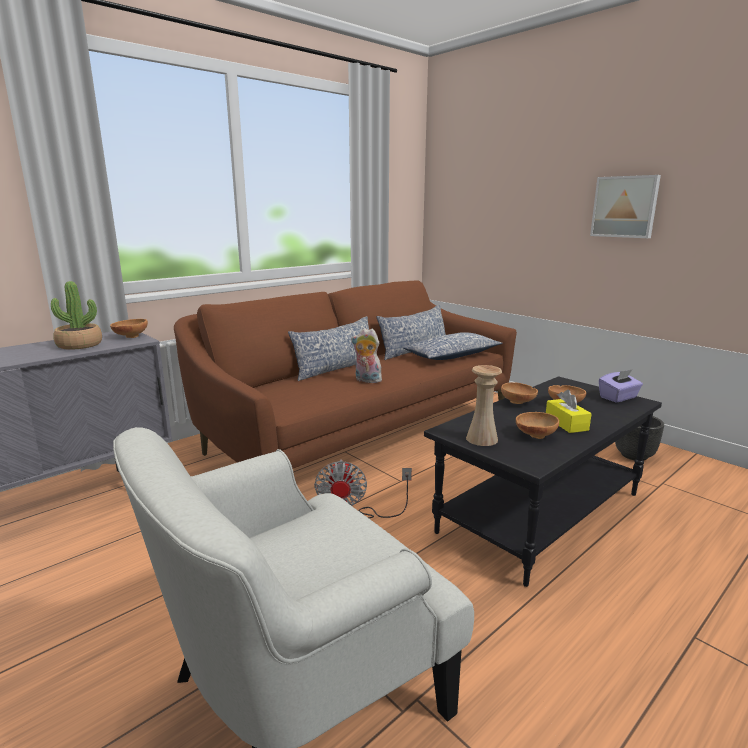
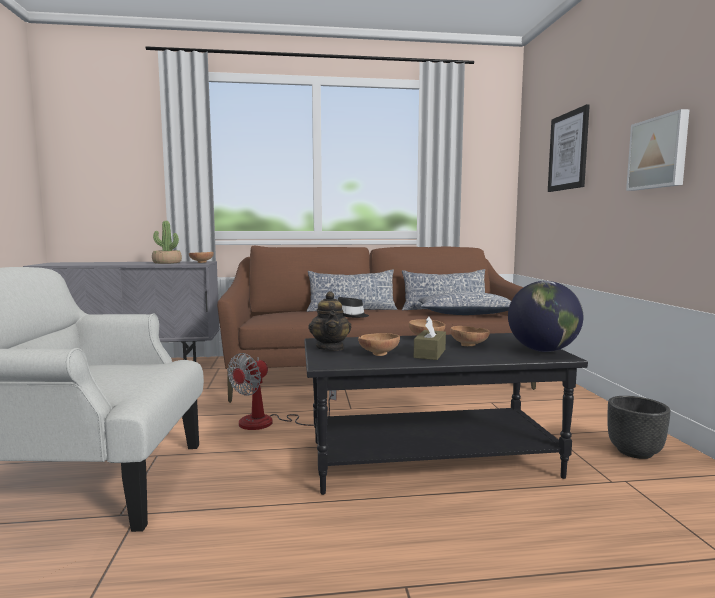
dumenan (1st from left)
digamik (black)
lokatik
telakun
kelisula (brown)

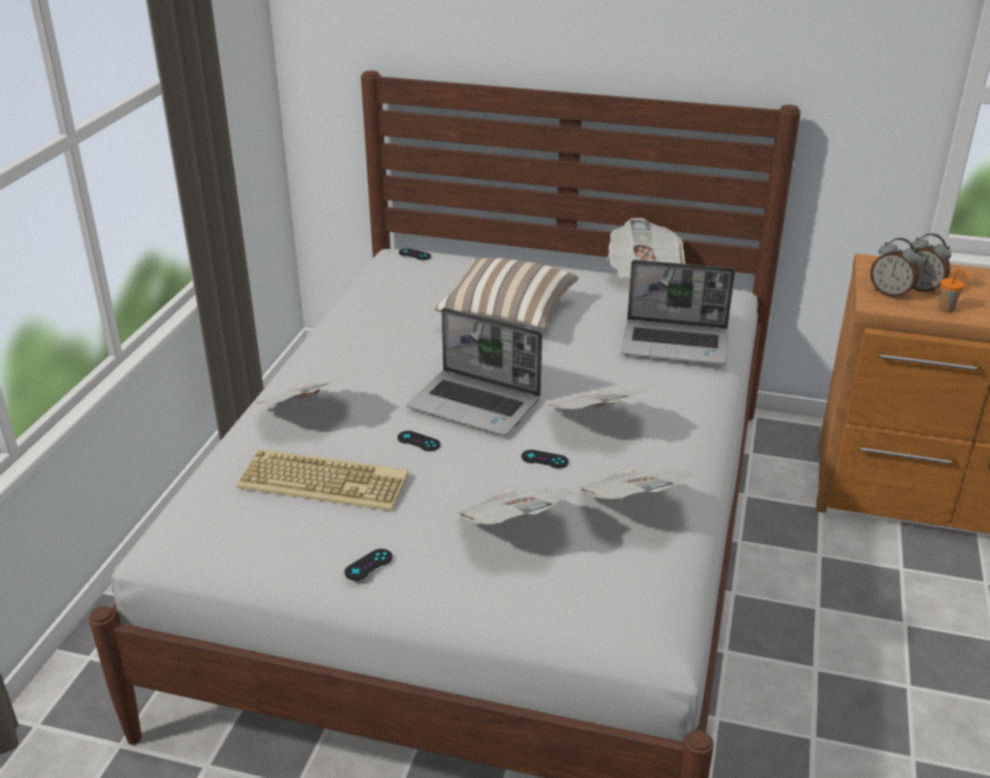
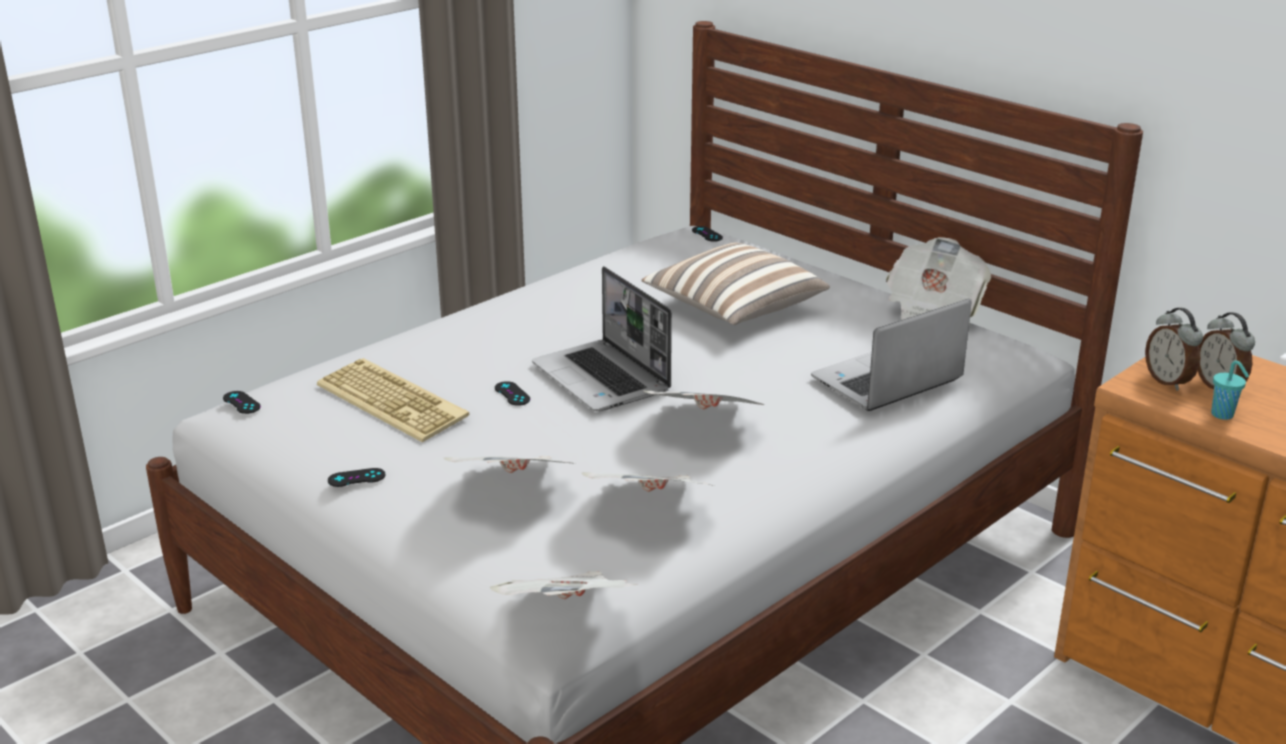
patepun (2nd from left)
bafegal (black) (1st from left)
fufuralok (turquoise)
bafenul (2nd from left)

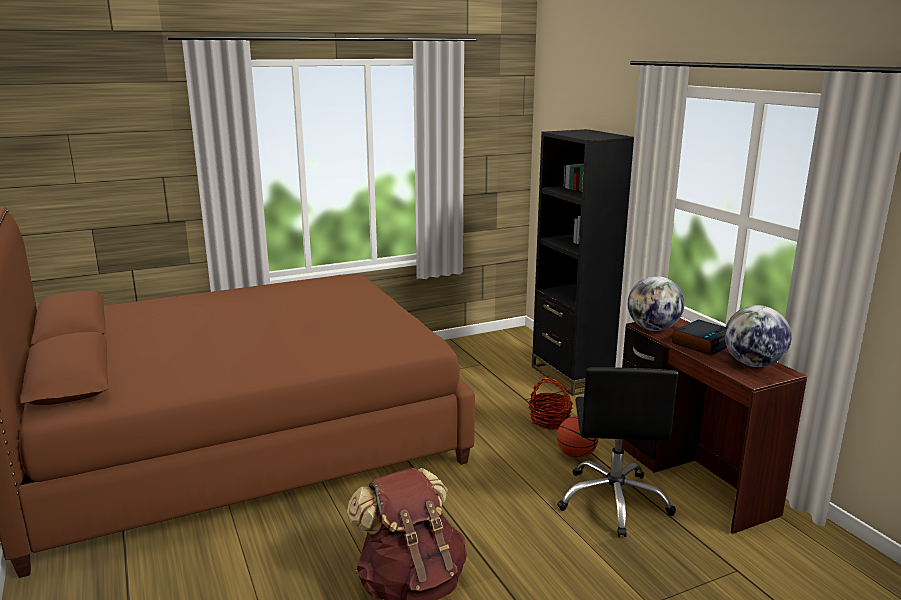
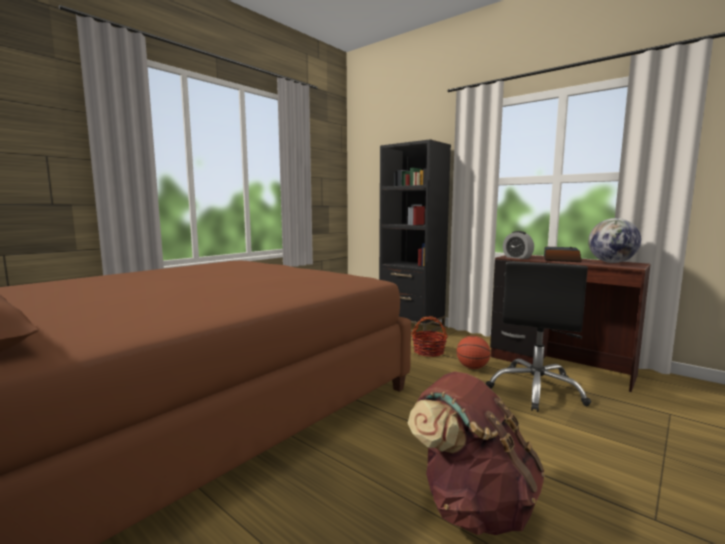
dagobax (1st from left)
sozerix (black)

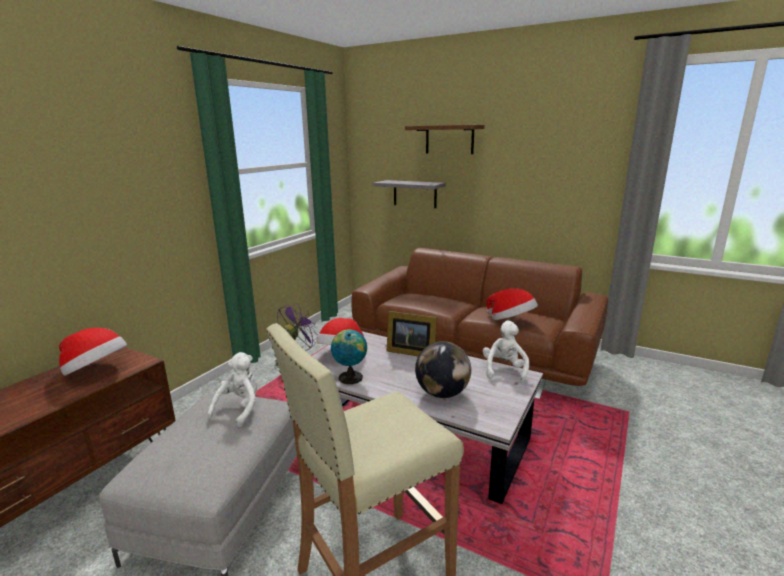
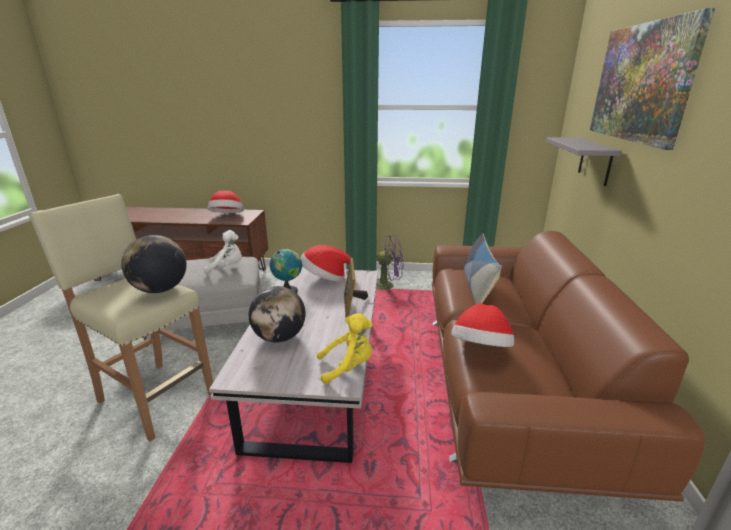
telakun (1st from left)
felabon
dumenan
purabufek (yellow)

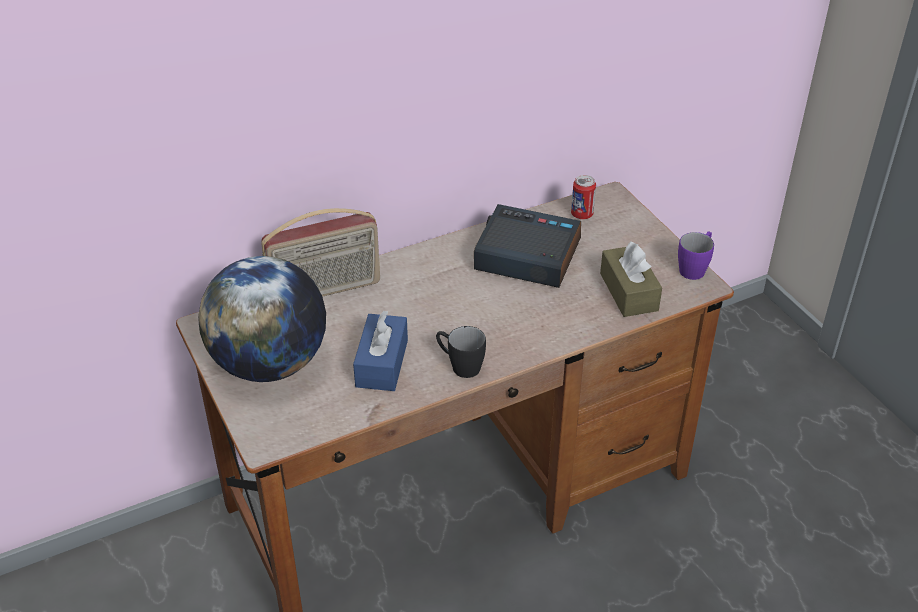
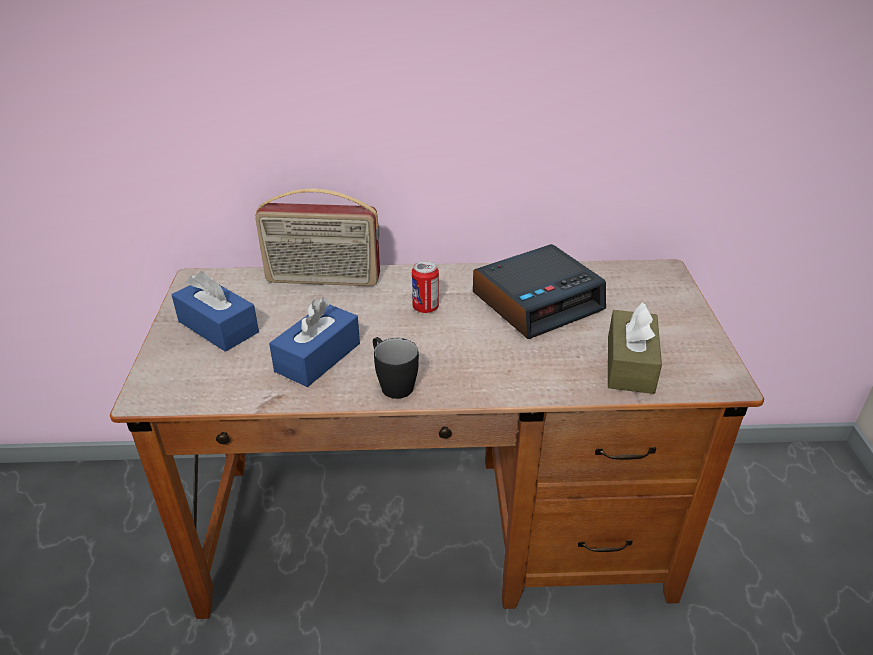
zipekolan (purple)
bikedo
kelisula (blue) (1st from left)
dagobax

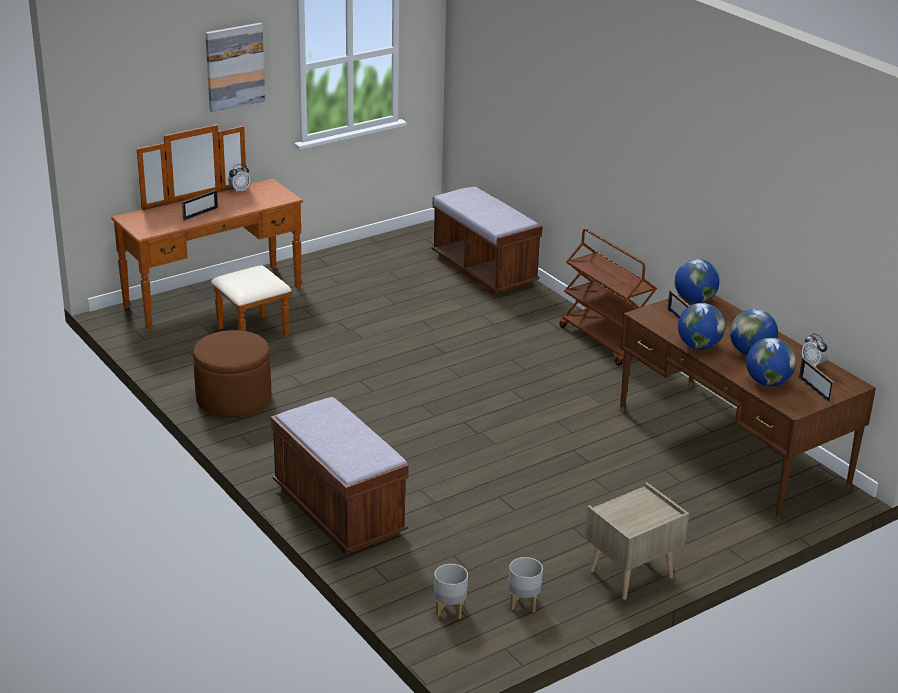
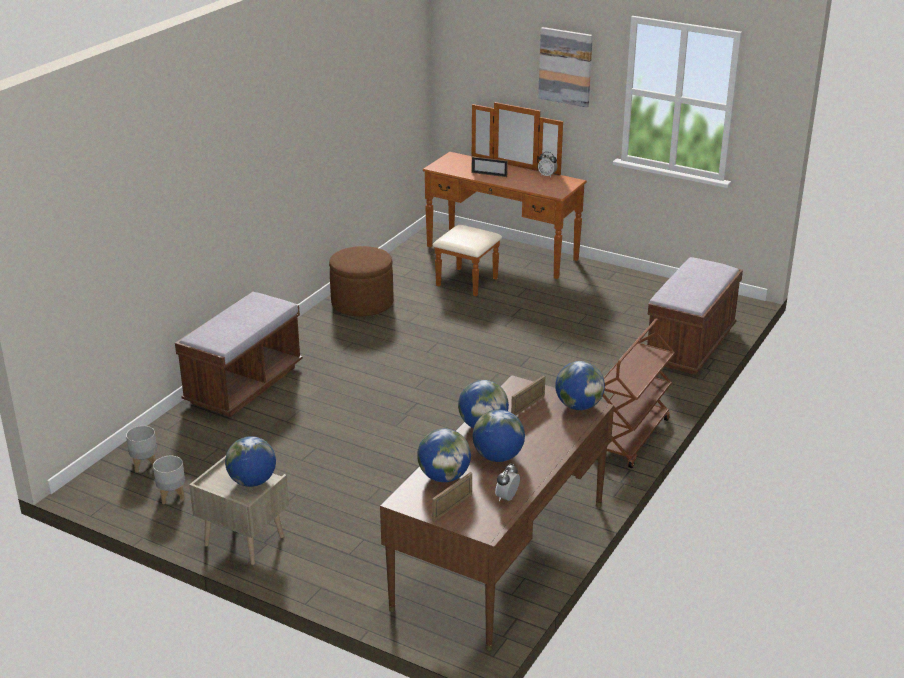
telakun (1st from left)

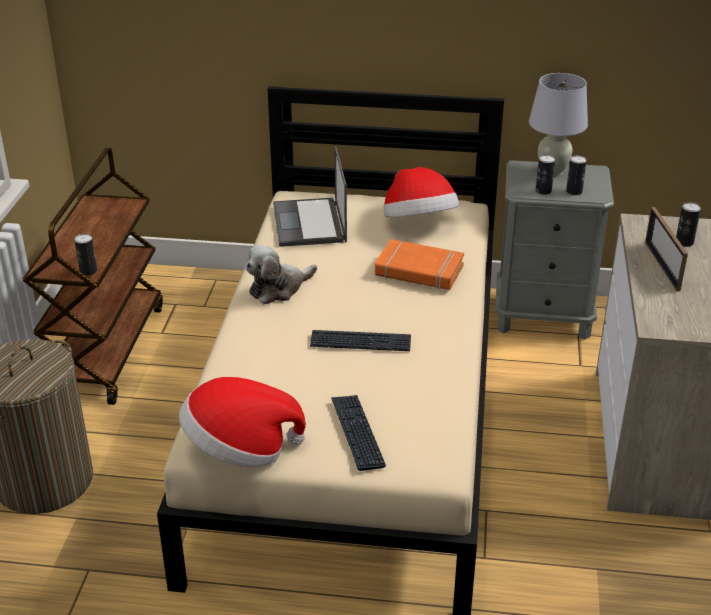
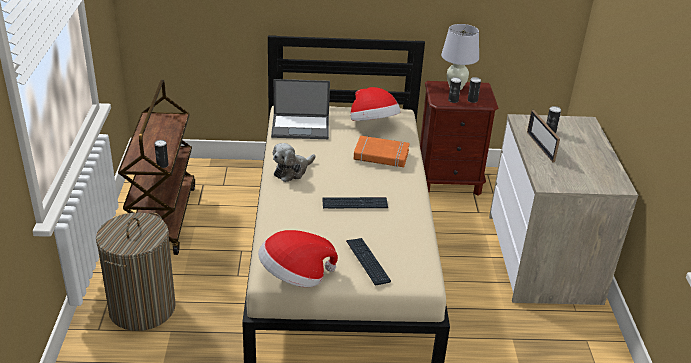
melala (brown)
bafenul

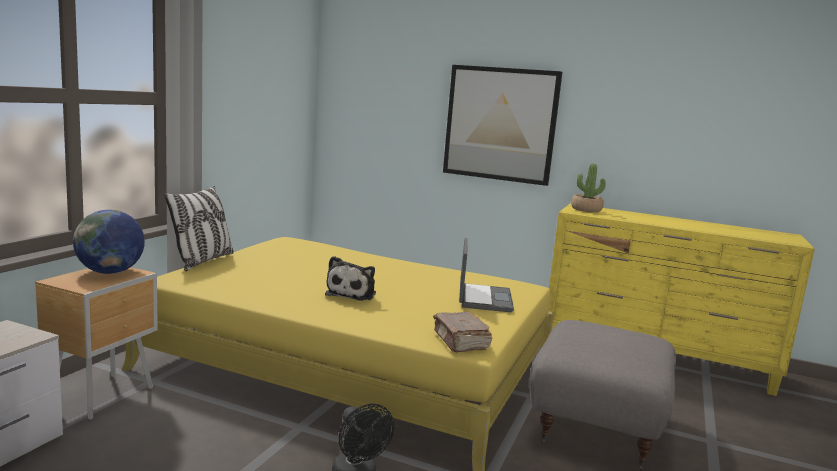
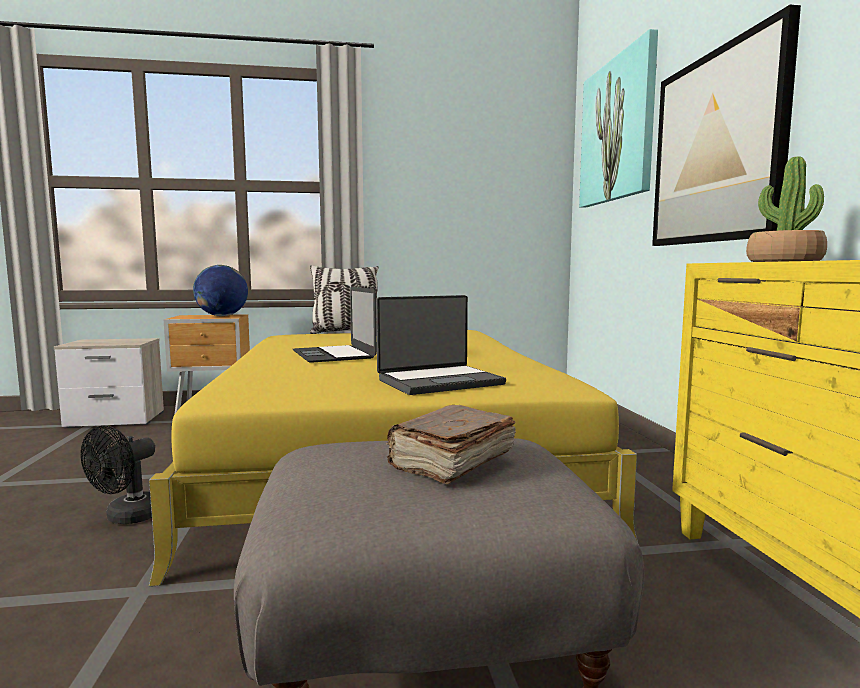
dumenan (1st from left)
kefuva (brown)
bafenul (1st from left)

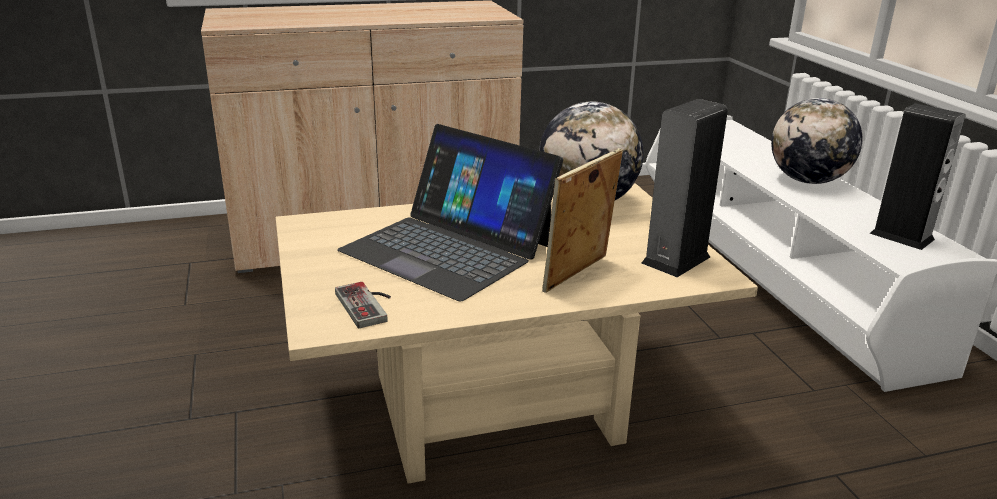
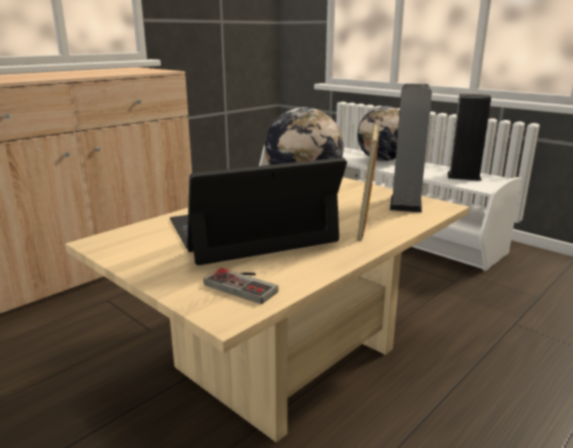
bafenul

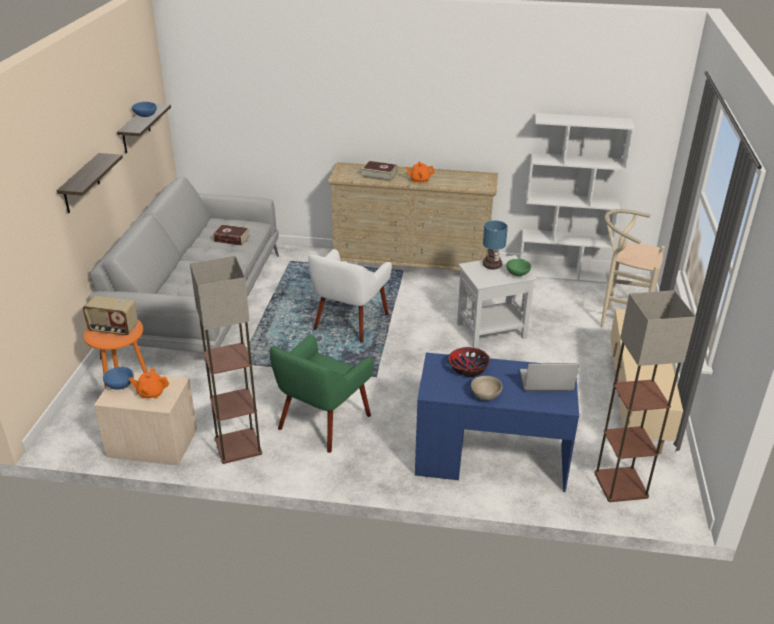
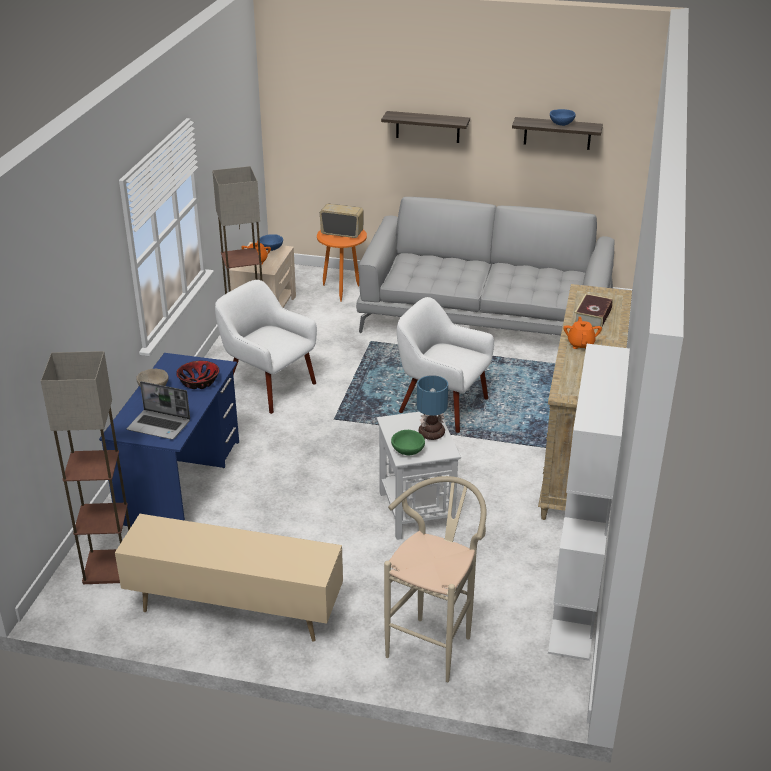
kefuva (1st from left in the first image)
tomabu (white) (1st from left)
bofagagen
bafenul

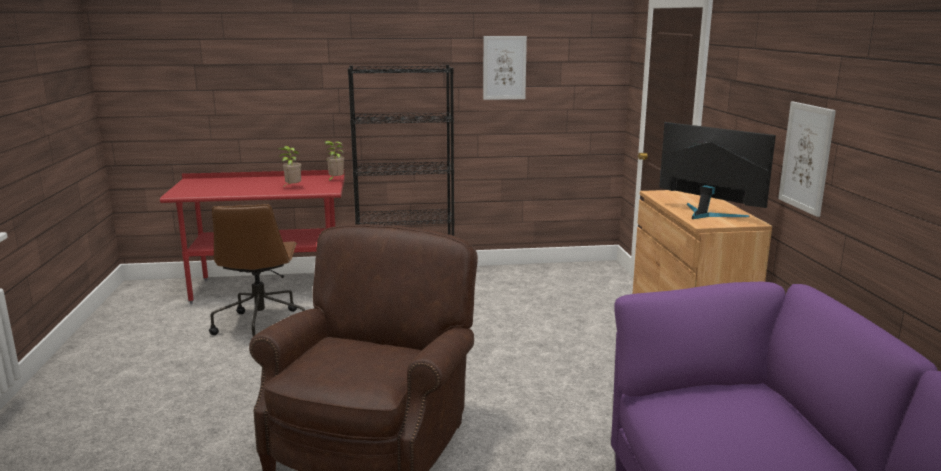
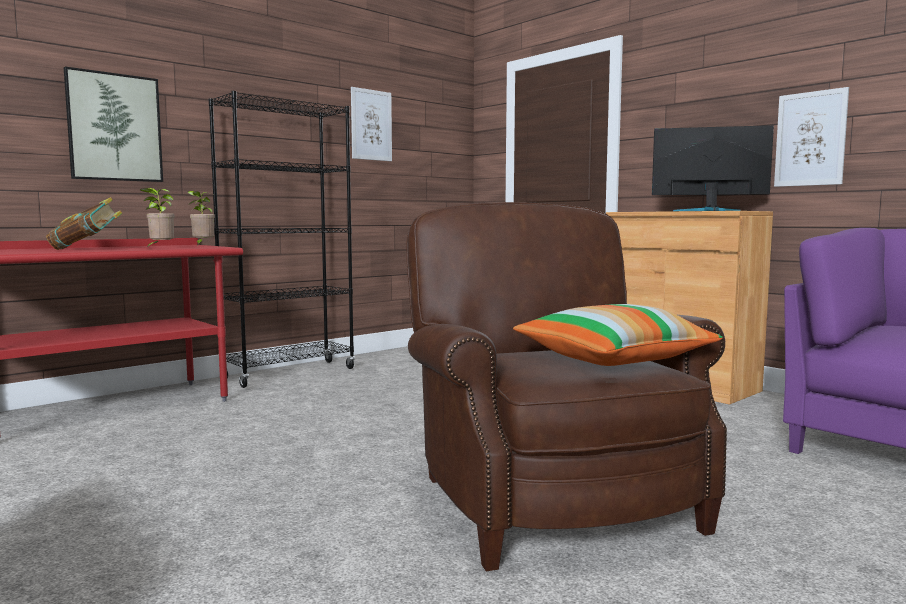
sozerix (brown)
kefuva
dumenan (1st from left)
felabon

